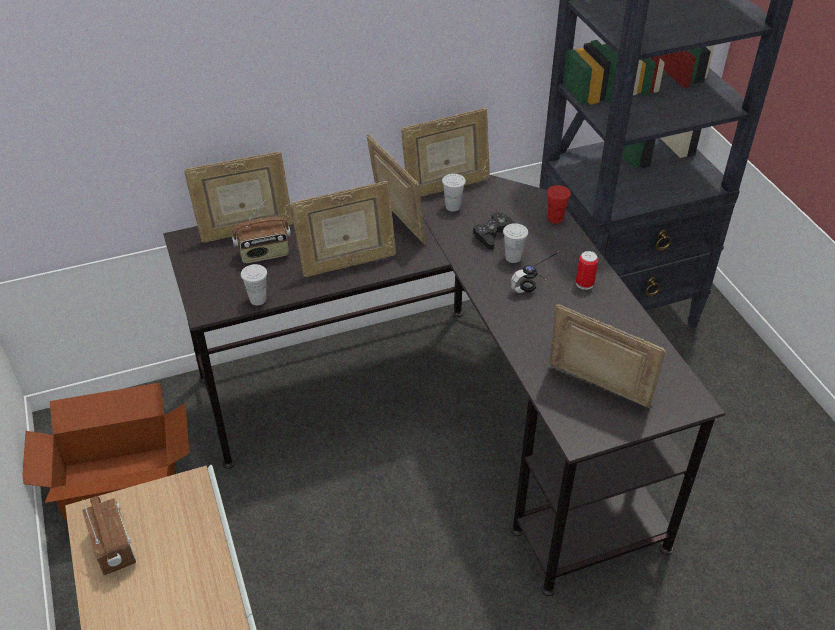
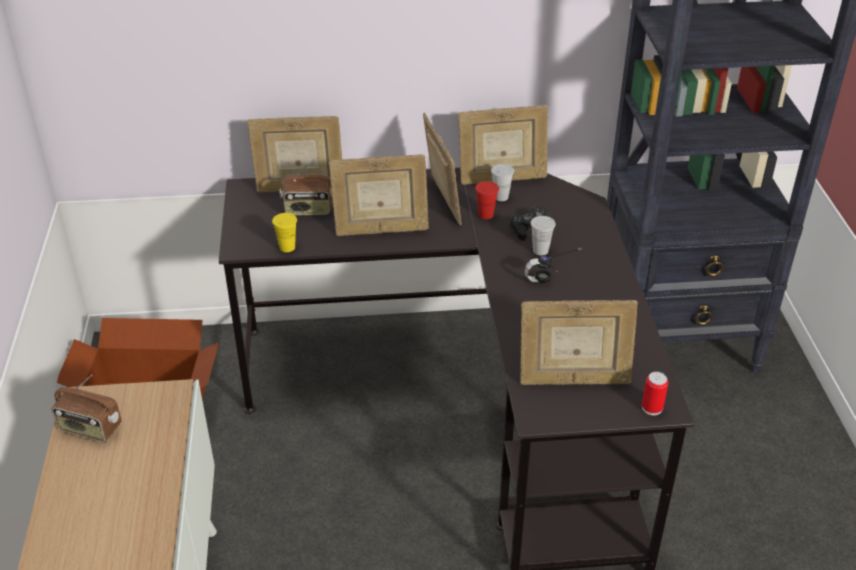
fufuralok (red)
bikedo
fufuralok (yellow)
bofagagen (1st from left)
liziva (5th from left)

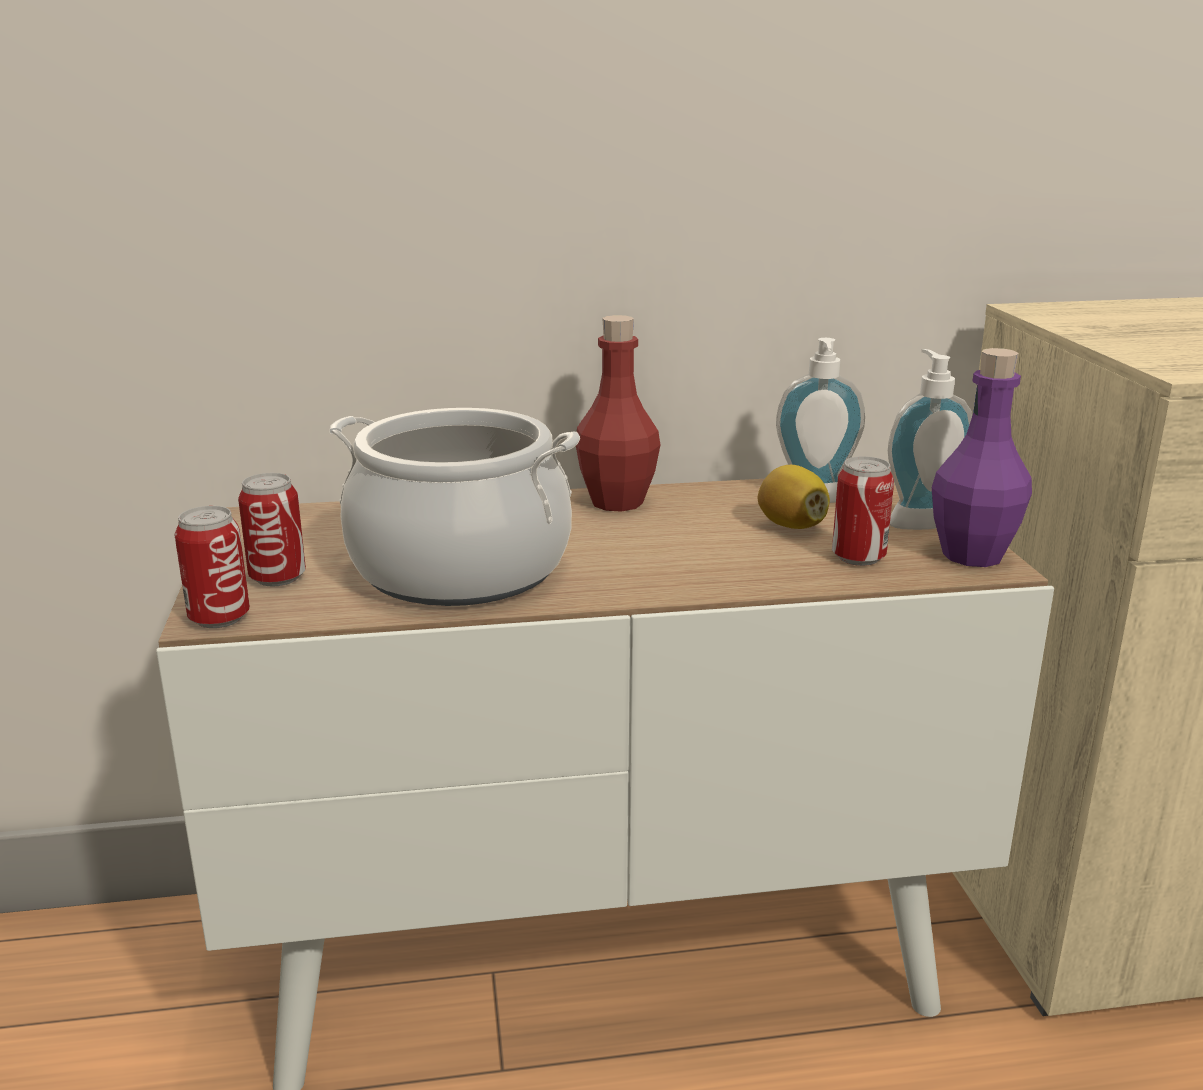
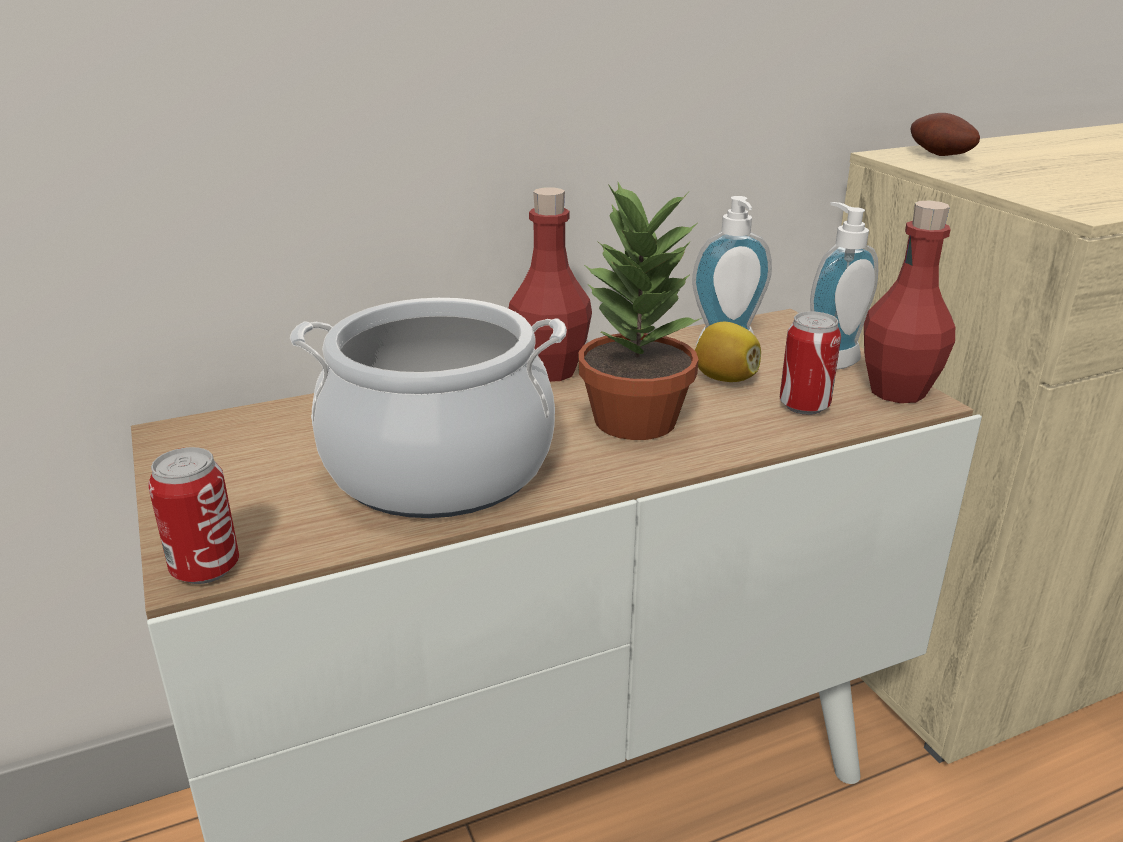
bikedo (2nd from left in the first image)
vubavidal
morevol
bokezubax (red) (2nd from left)

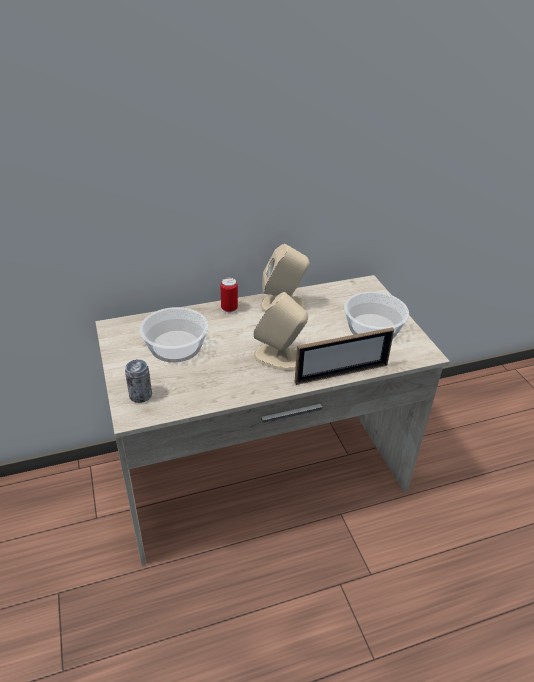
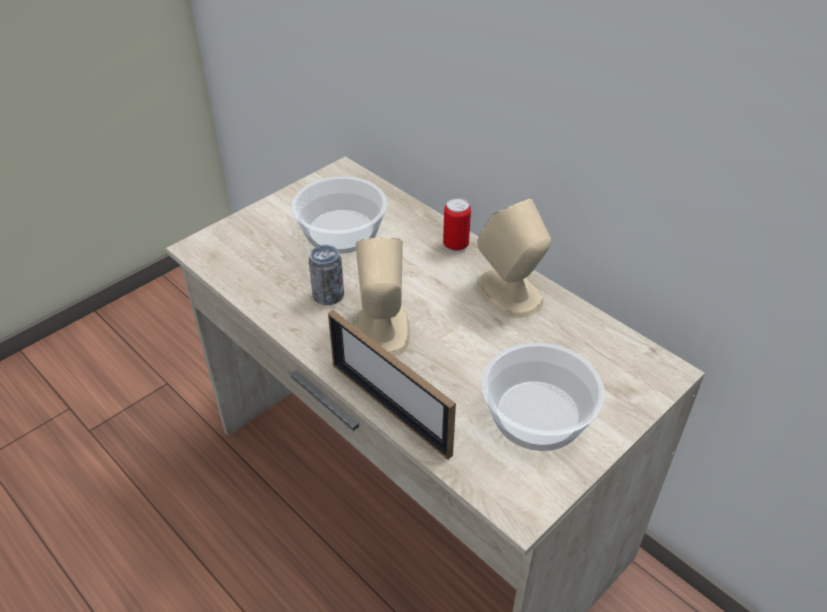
bikedo (1st from left)

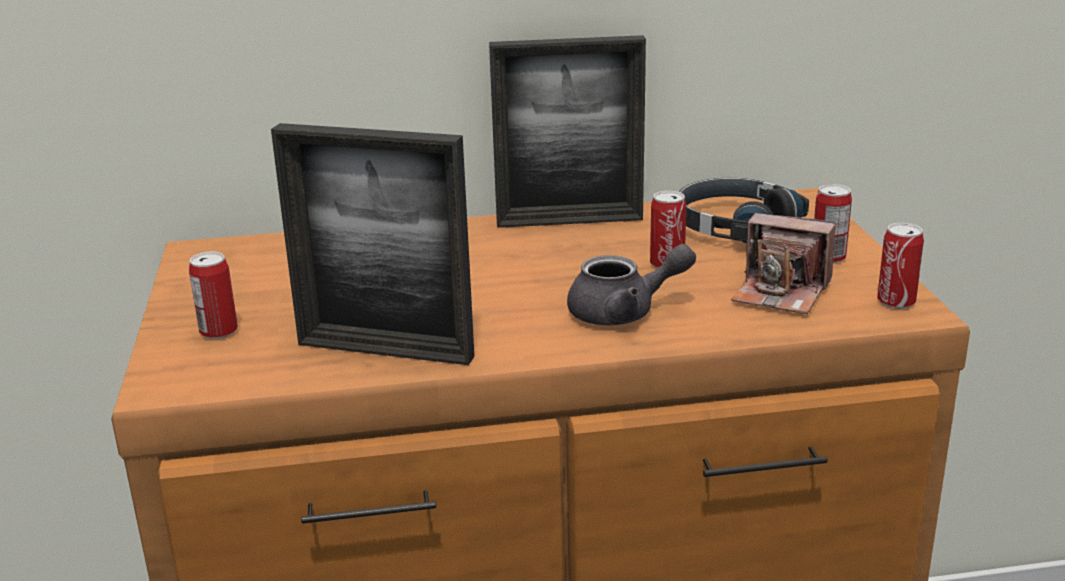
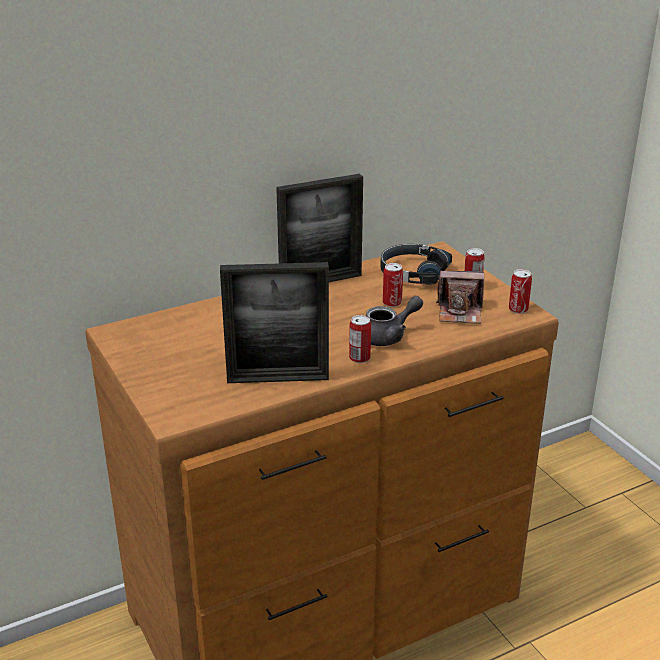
bikedo (1st from left)

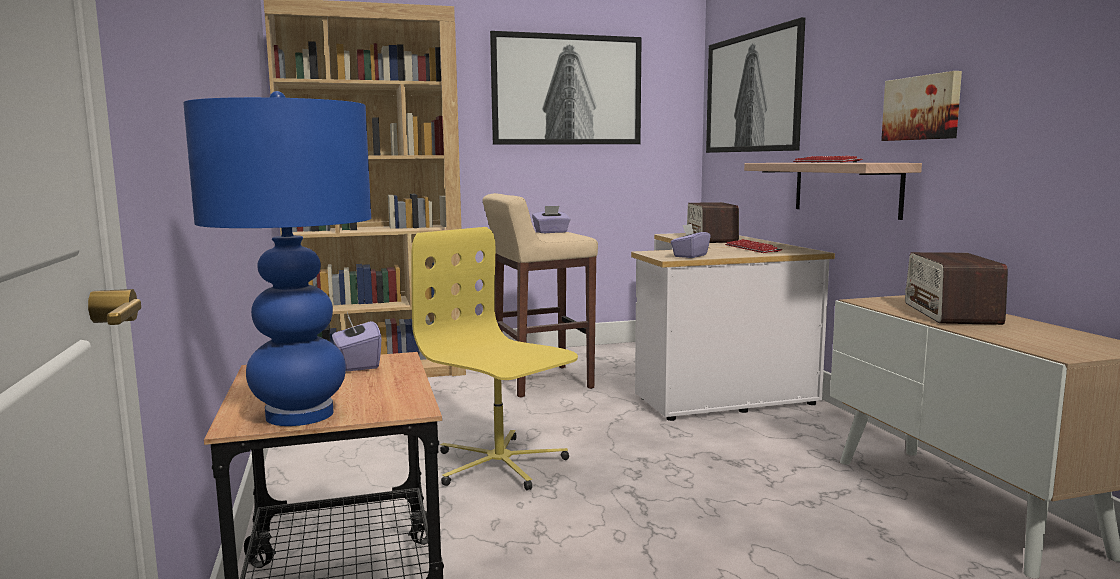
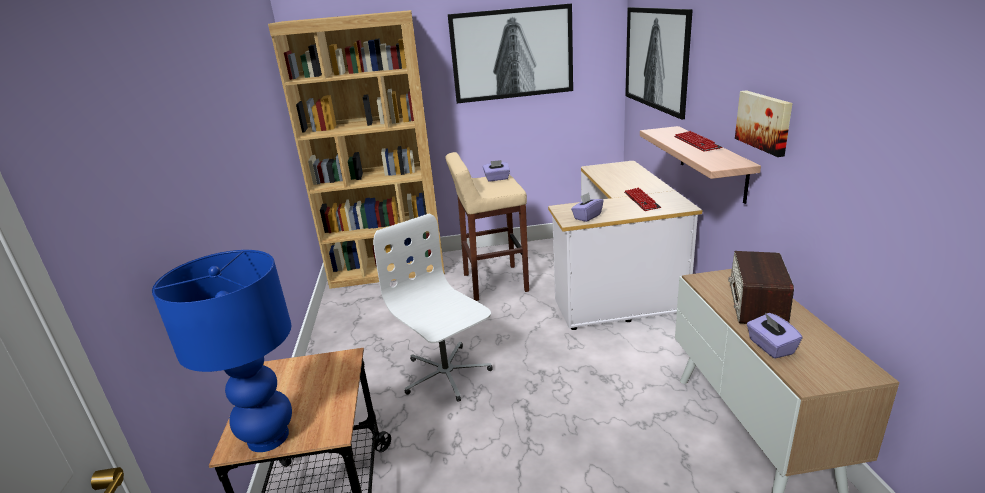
bofagagen (1st from left in the first image)
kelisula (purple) (3rd from left)
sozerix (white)

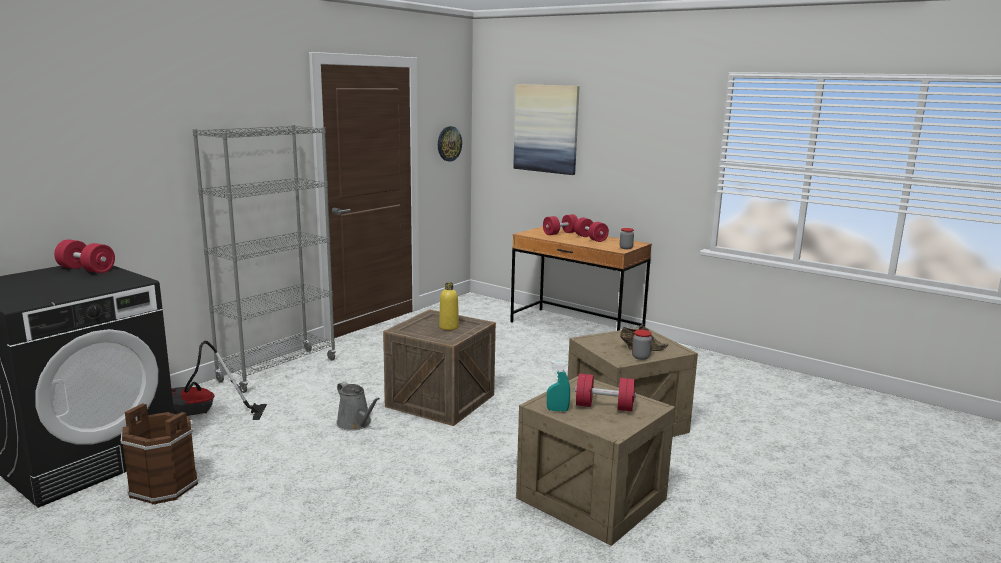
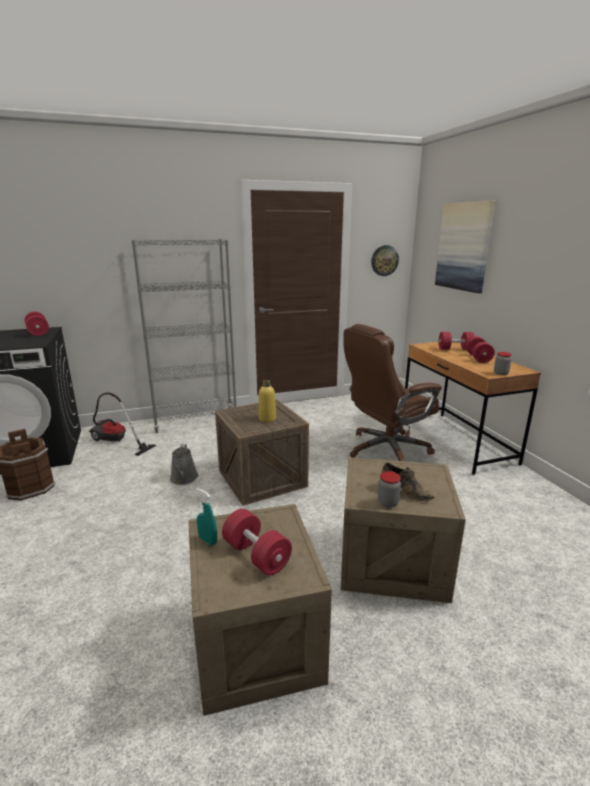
sozerix (brown)

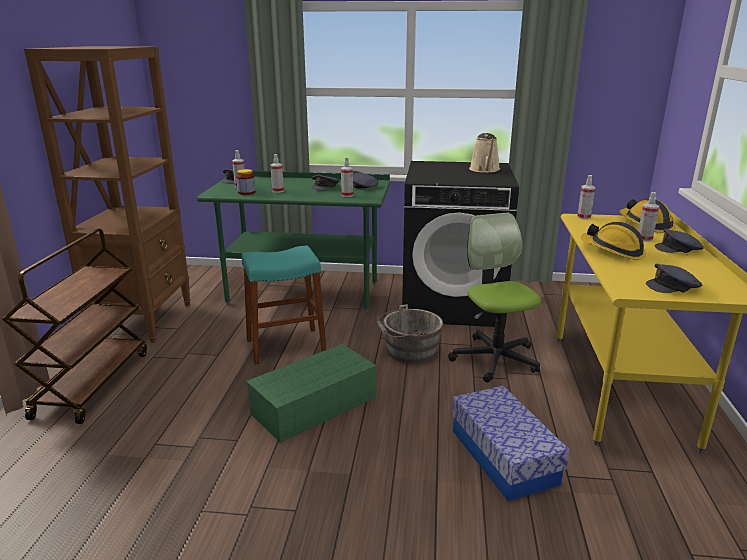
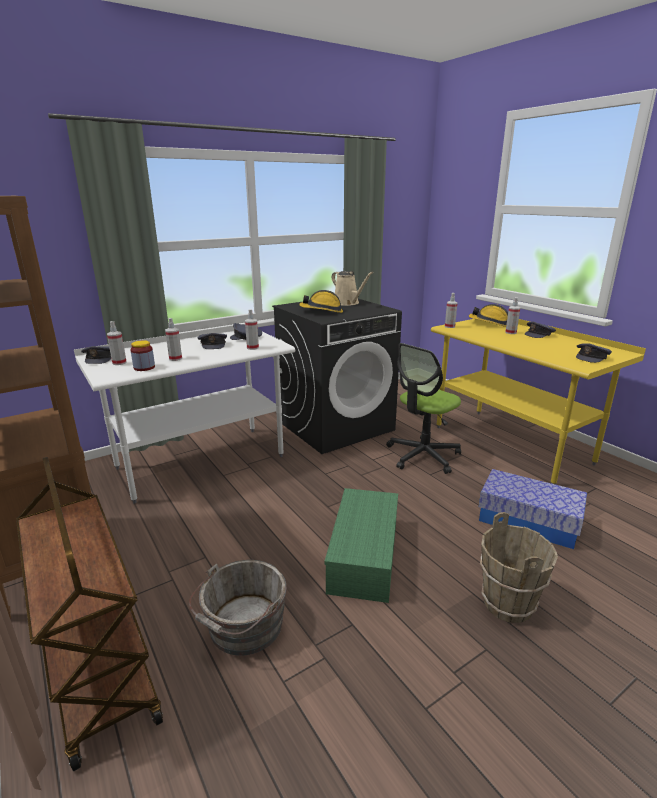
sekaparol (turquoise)
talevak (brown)
talevak (grey)
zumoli (1st from left)
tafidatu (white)
sozerix

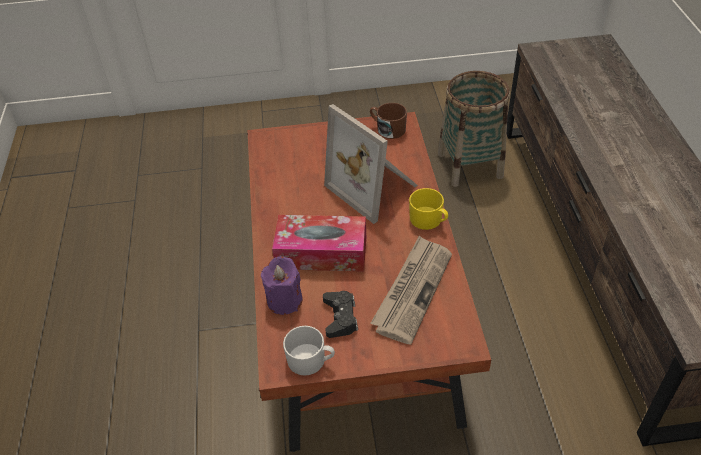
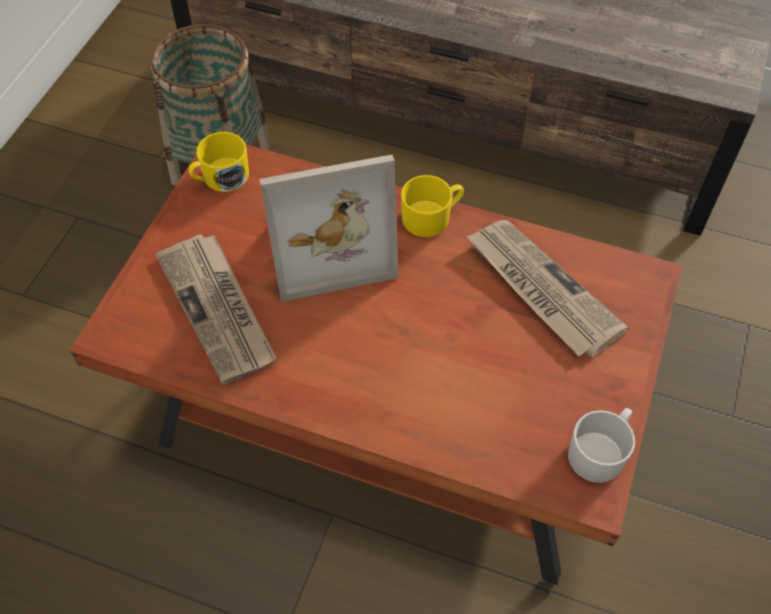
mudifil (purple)
kelisula
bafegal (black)
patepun (1st from left)
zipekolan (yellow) (1st from left)

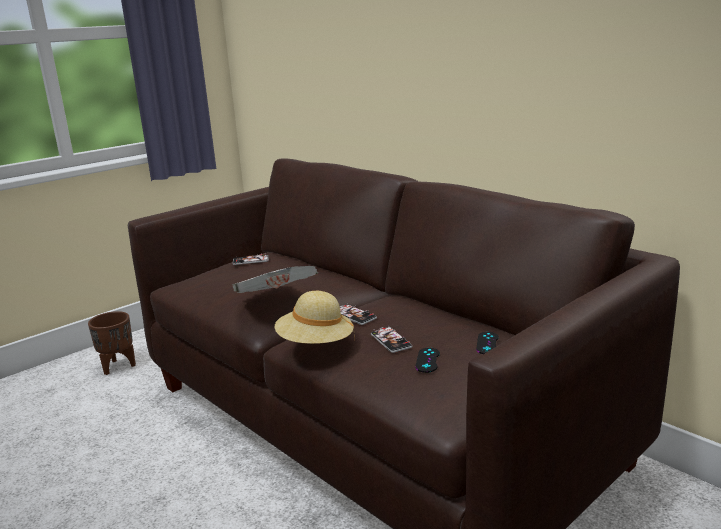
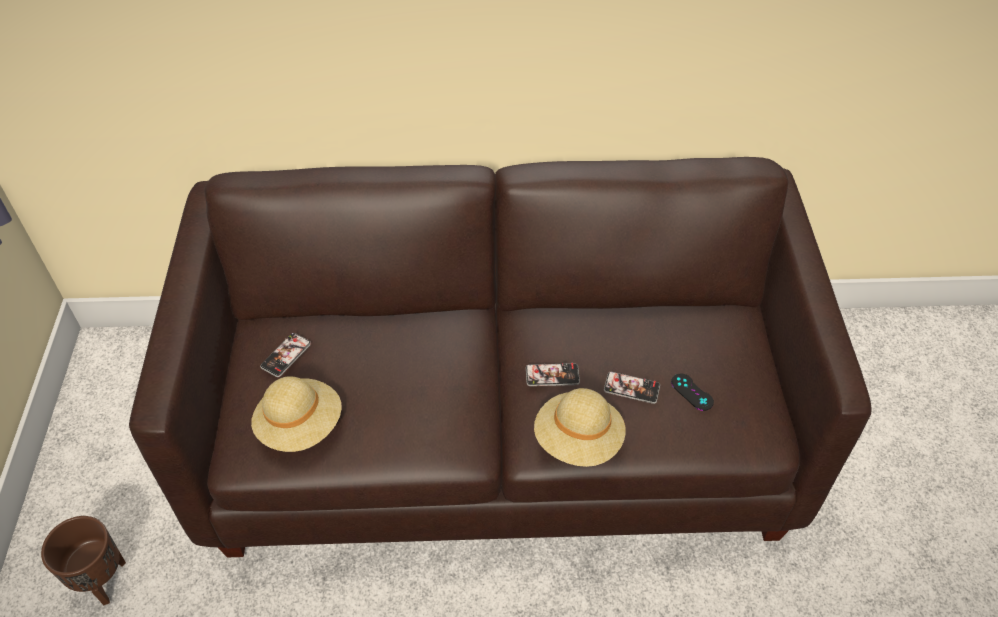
patepun
bafegal (black) (2nd from left in the first image)
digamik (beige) (1st from left)

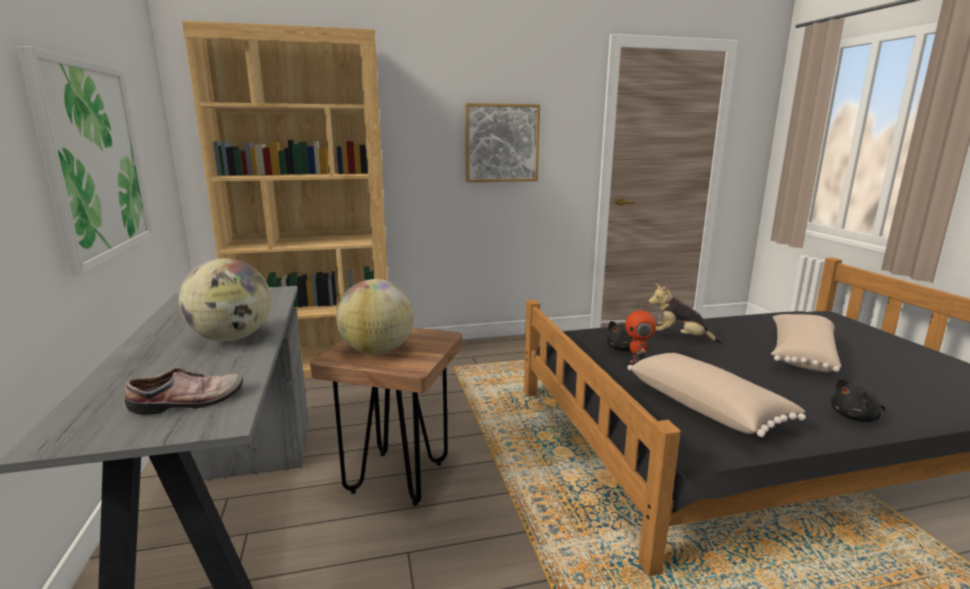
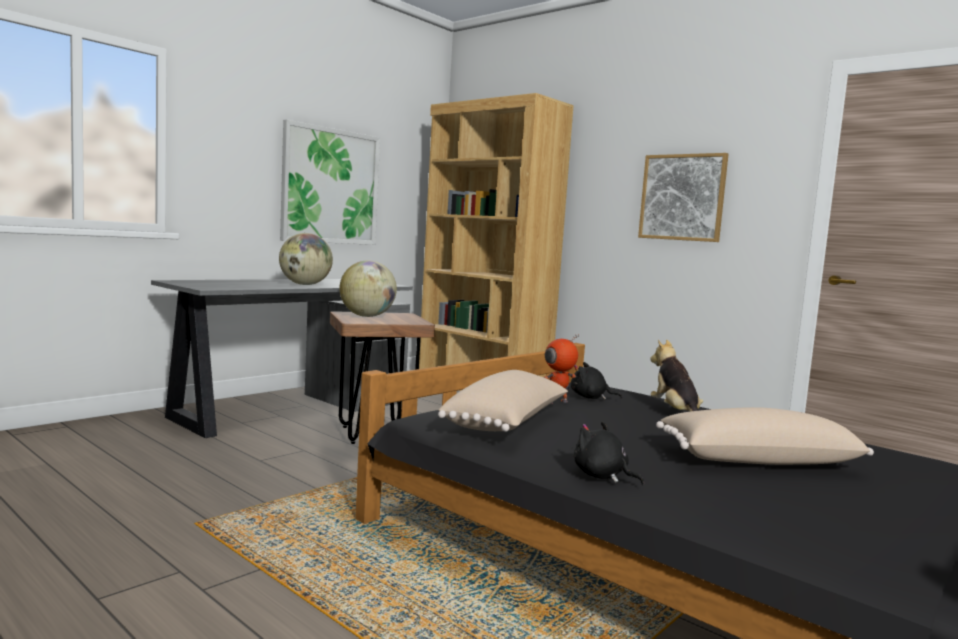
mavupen

